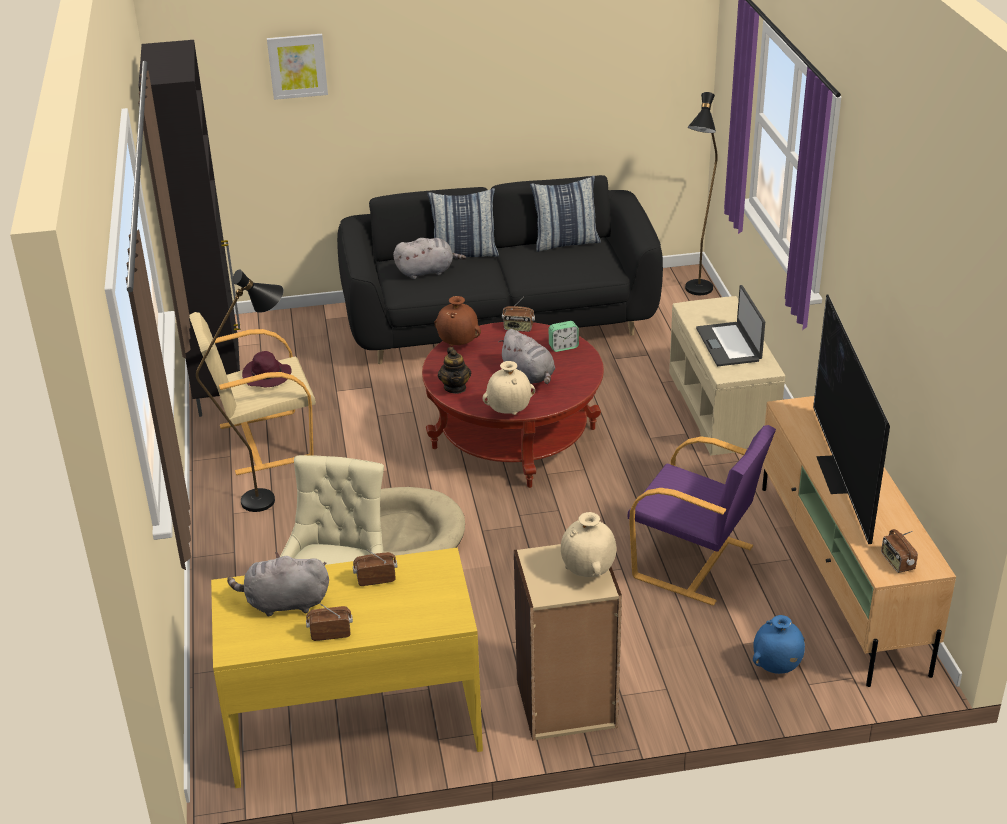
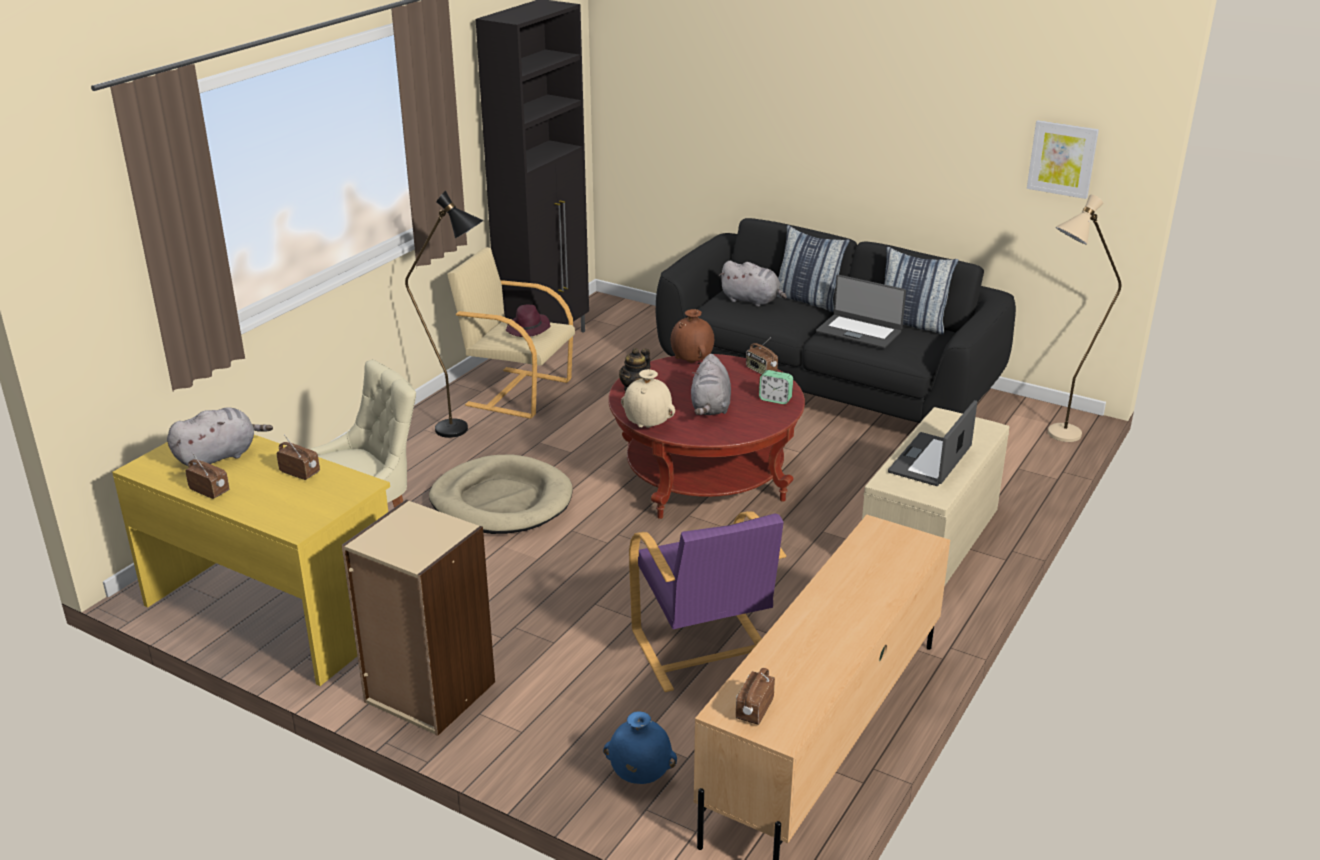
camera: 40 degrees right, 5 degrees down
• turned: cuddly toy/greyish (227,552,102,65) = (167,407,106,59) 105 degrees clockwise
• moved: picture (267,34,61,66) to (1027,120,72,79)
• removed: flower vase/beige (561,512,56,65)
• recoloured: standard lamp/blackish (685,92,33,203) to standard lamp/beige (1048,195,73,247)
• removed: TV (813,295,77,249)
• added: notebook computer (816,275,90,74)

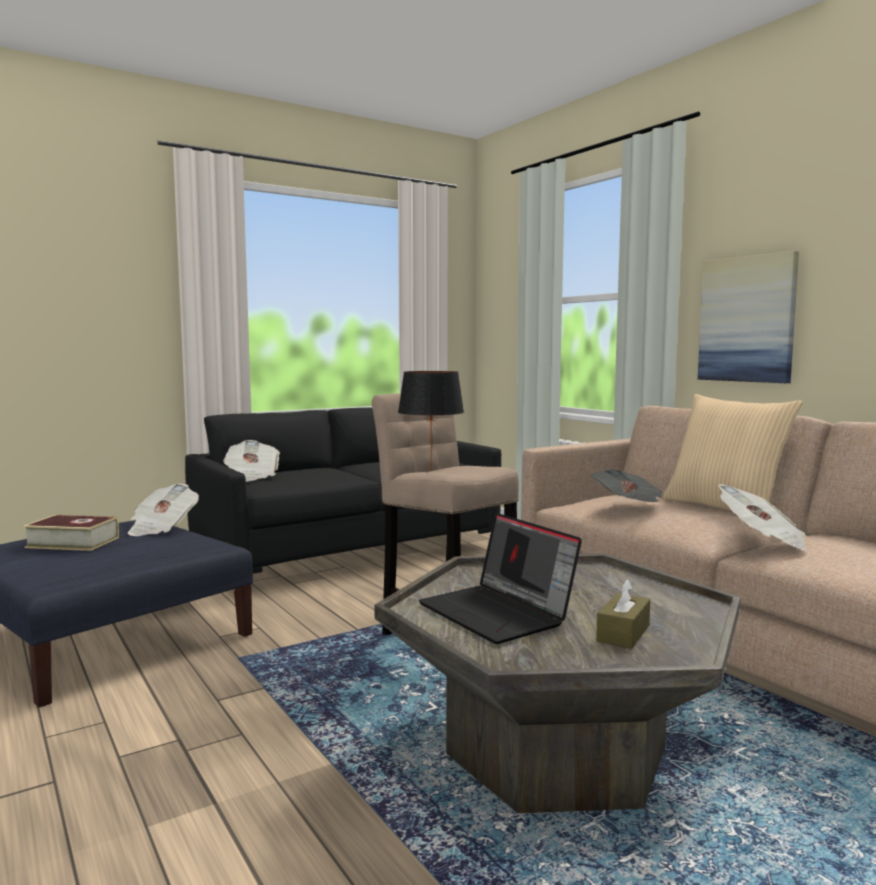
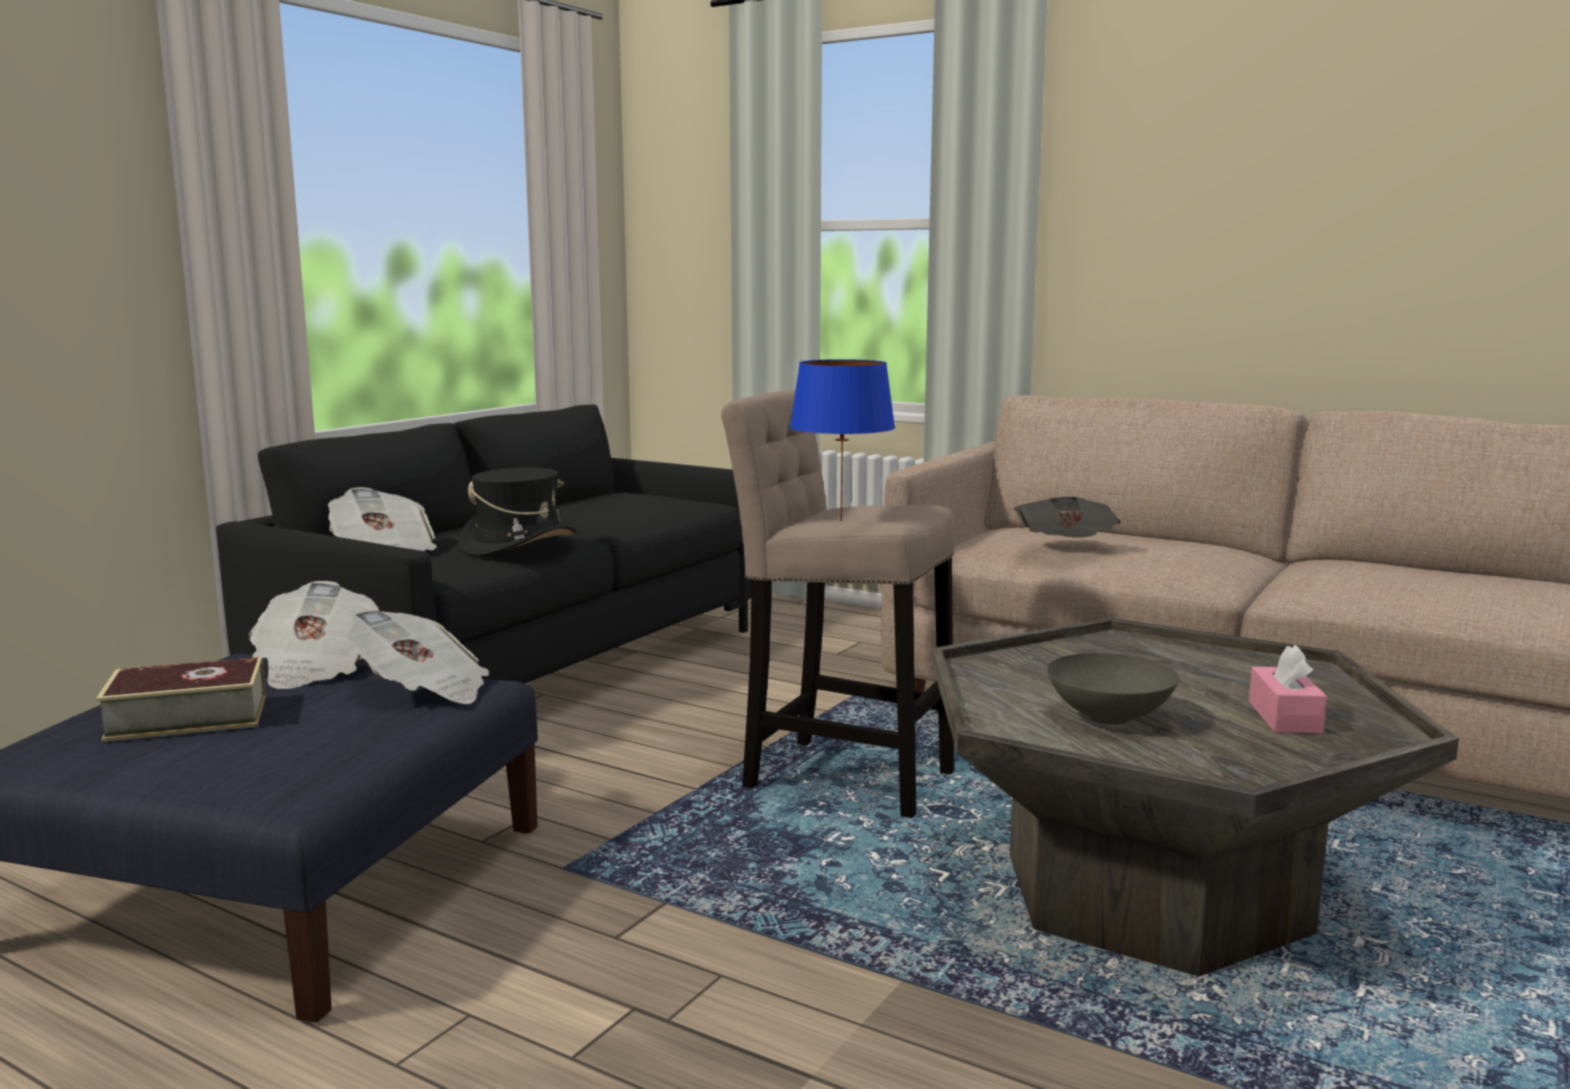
camera: 25 degrees left, 5 degrees up
• recoloured: table lamp/blackish (398,371,66,101) to table lamp/blue-coloured (790,359,105,162)
• replaced: notebook computer (419,513,163,131) to serving bowl/greyish (1047,653,132,72)
• recoloured: tissue holder/brownish (596,579,54,70) to tissue holder/pink (1249,645,78,89)
• removed: cushion/beige (662,394,140,117)
• removed: picture (698,251,101,132)
• moved: newspaper (719,484,87,67) to (347,609,142,95)
• added: wearable hat/blackish (459,468,117,88)

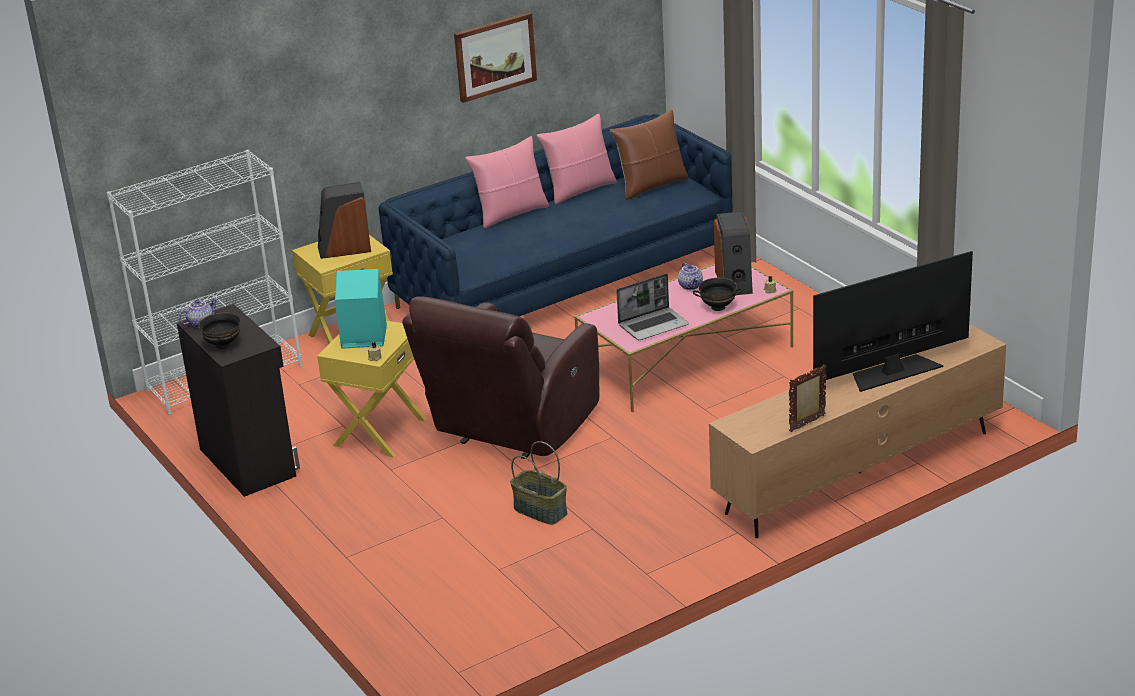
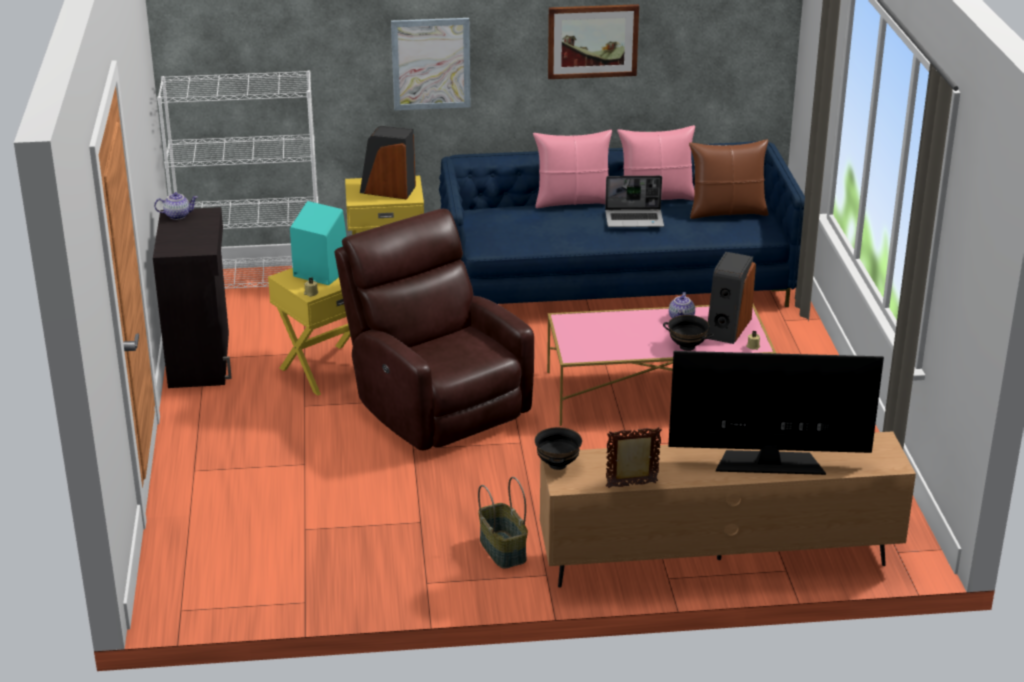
camera: 25 degrees right, 0 degrees up
• moved: serving bowl/blackish (199,313,41,36) to (535,427,47,43)
• turned: armchair/brownish (402,296,197,163) = (334,209,200,241) 90 degrees clockwise
• moved: basket (510,441,58,84) to (478,477,50,91)
• moved: notebook computer (616,273,73,67) to (605,176,59,51)
• added: picture (391,18,79,92)

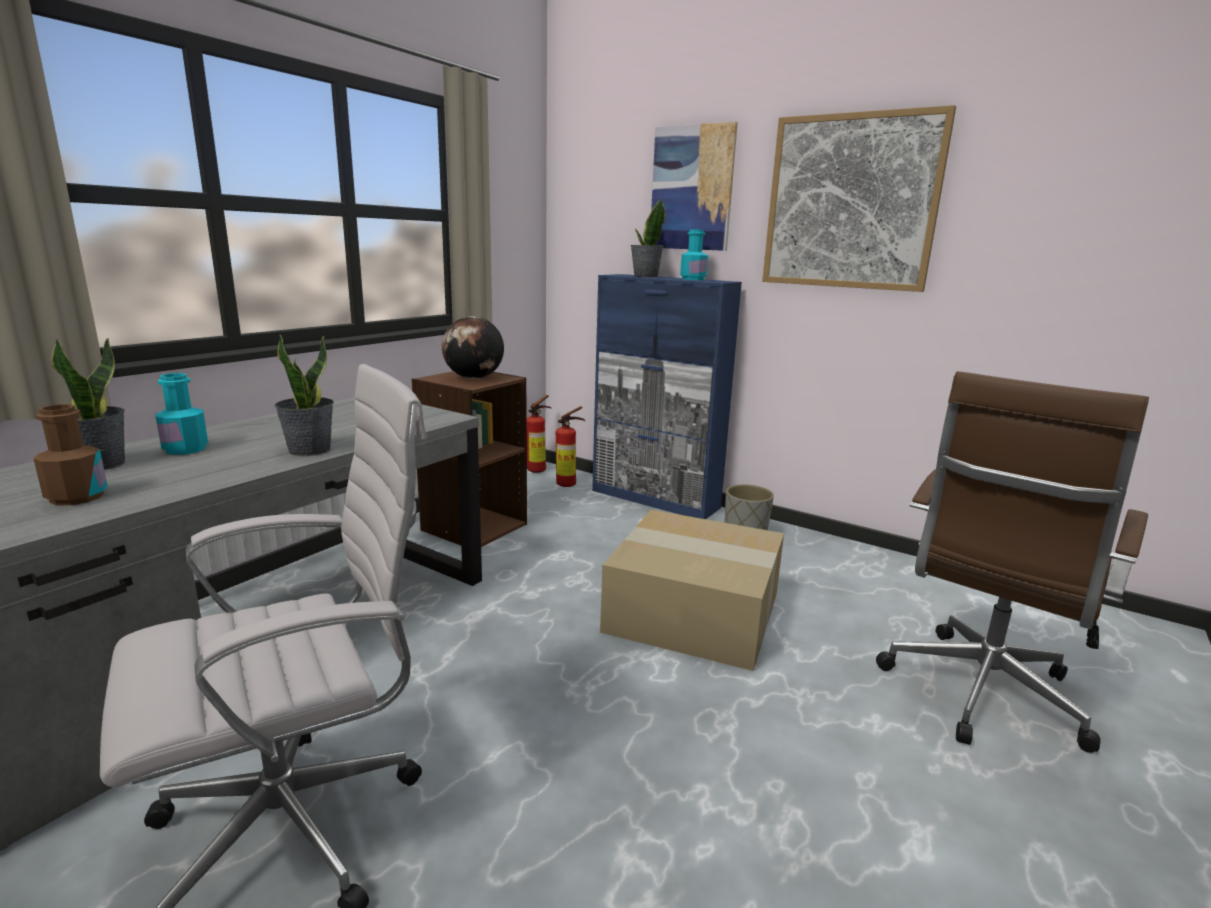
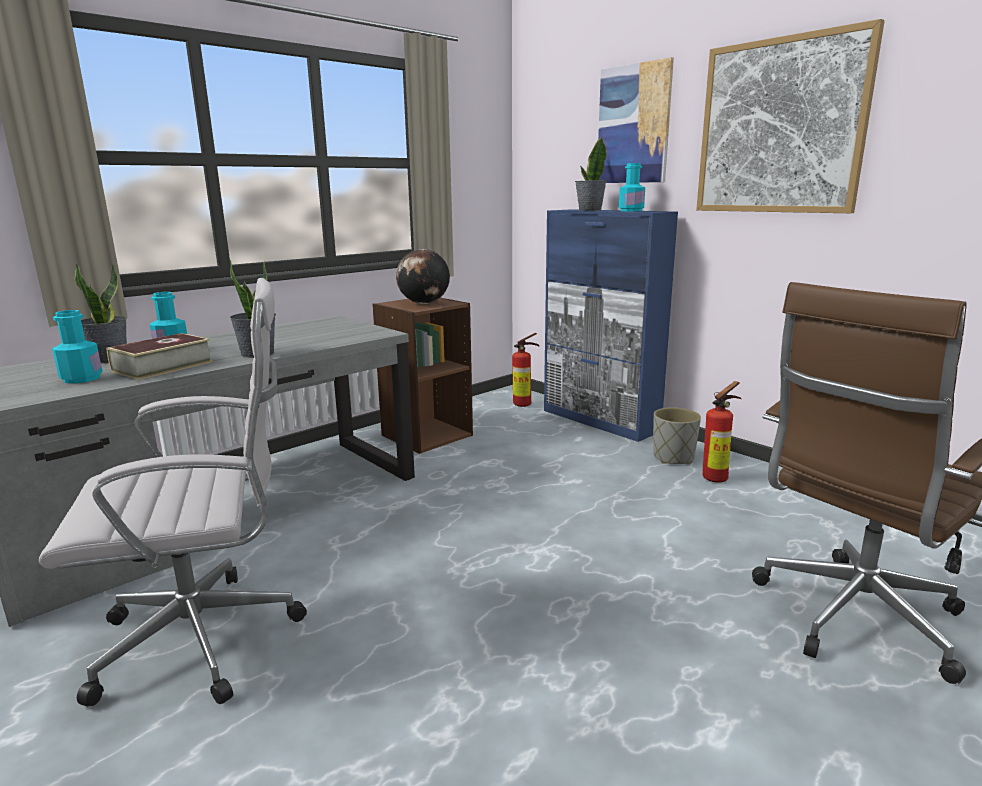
camera: 15 degrees right, 0 degrees up
• recoloured: beverage bottle/brownish (33,404,75,101) to beverage bottle/turquoise (52,310,51,74)
• moved: fire extinguisher (527,395,25,78) to (703,381,39,102)
• removed: cardboard box (600,510,184,161)
• added: volume (106,333,107,47)

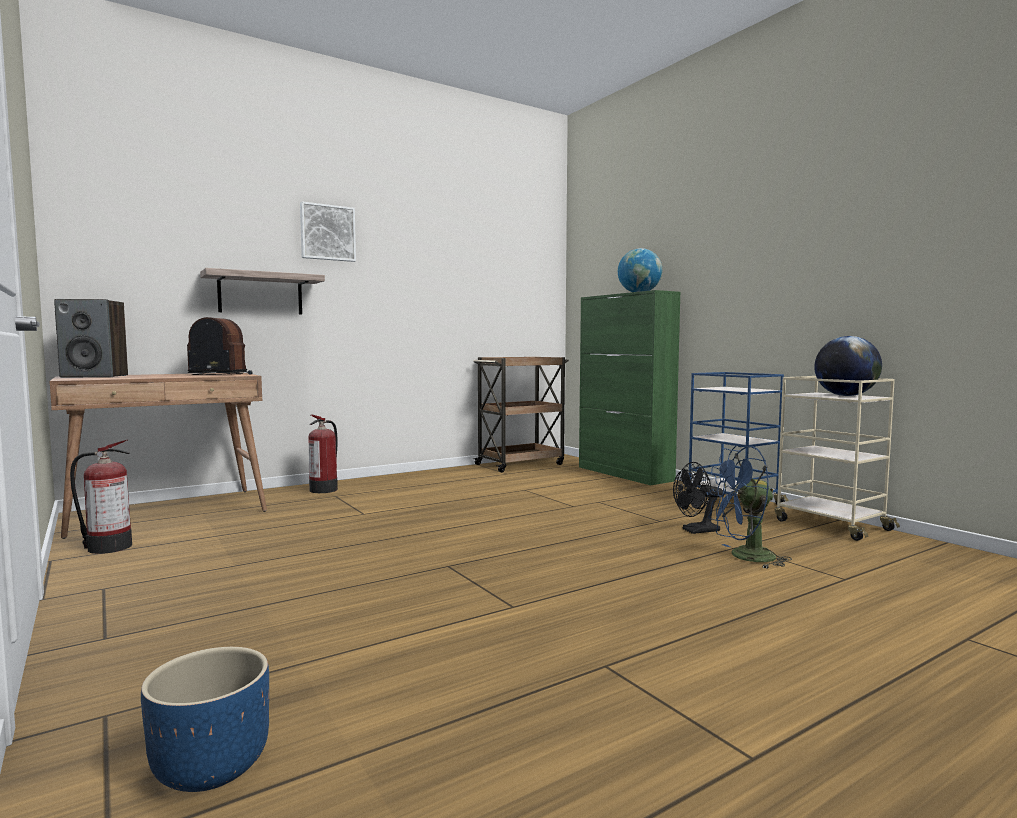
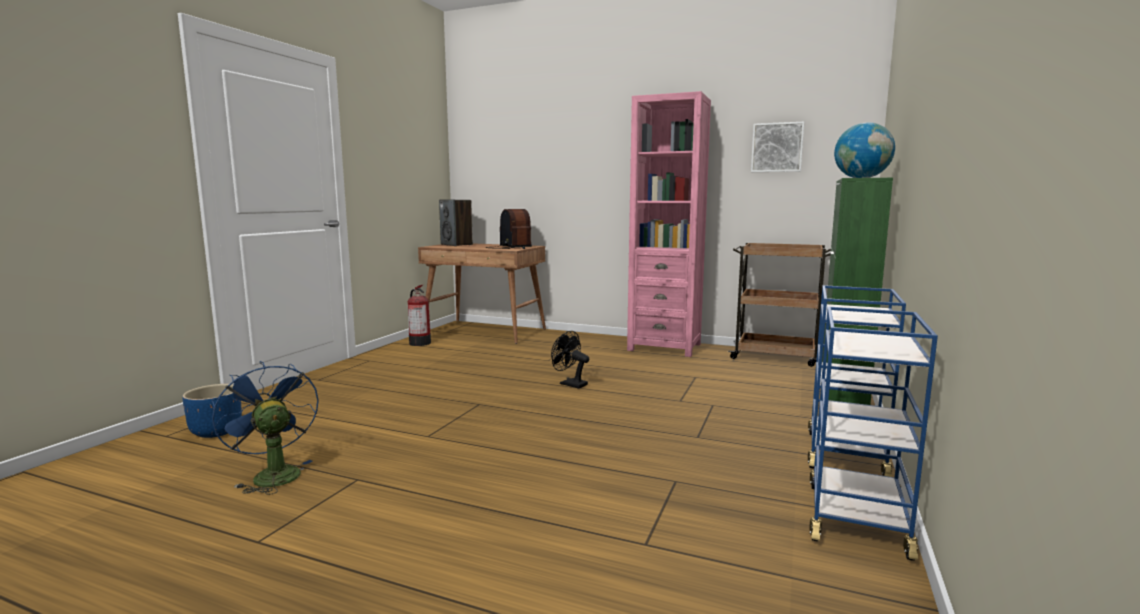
camera: 55 degrees right, 5 degrees up
• removed: wall shelf (200,268,125,47)
• moved: picture (300,202,56,60) to (751,122,53,50)
• removed: fire extinguisher (308,414,30,79)
• moved: electric fan/blackish (673,462,50,72) to (551,331,38,58)
• moved: electric fan/blue-coloured (707,444,85,125) to (212,361,107,134)
• recoloured: cart/beige (775,376,125,165) to cart/blue-coloured (809,307,129,254)
• removed: globe (814,336,68,60)
• added: bookcase/pink (627,91,84,266)

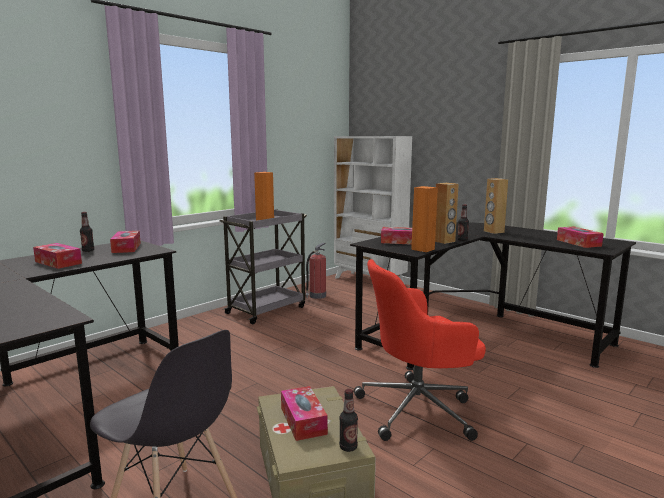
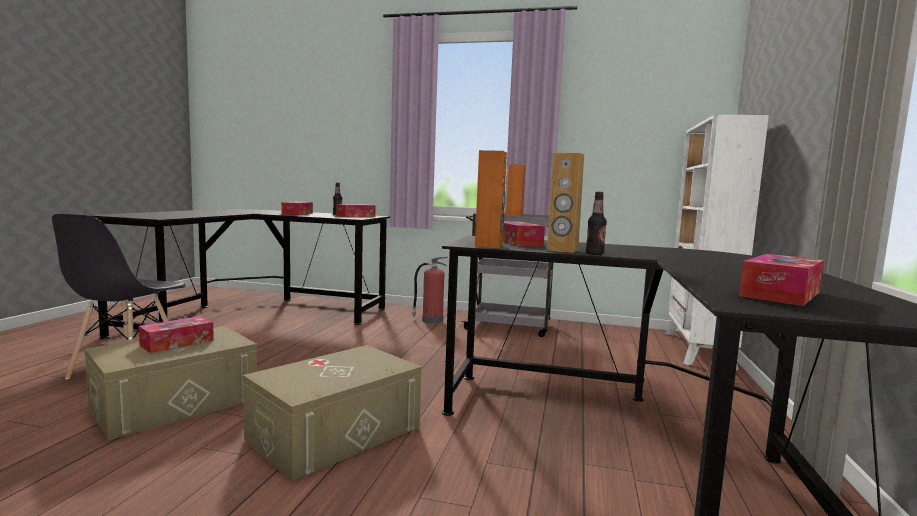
camera: 60 degrees right, 5 degrees down
• moved: fire extinguisher (306,243,20,56) to (412,256,35,68)
• removed: beverage bottle (339,389,19,63)
• replaced: office chair/red (354,259,132,182) to storage box/beige (243,345,178,136)
• removed: speaker/brownish (484,178,24,56)

